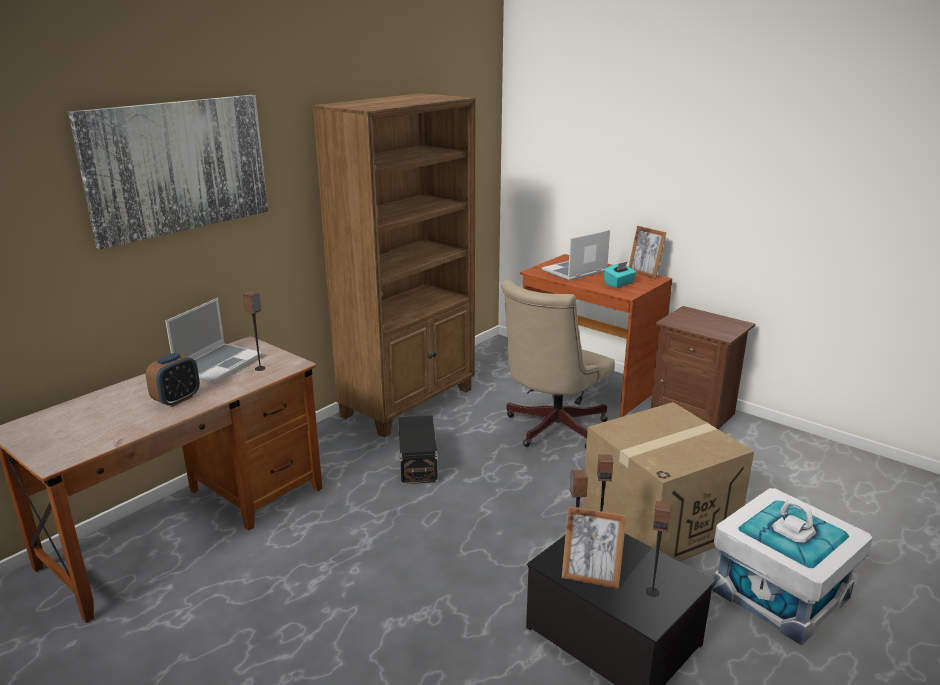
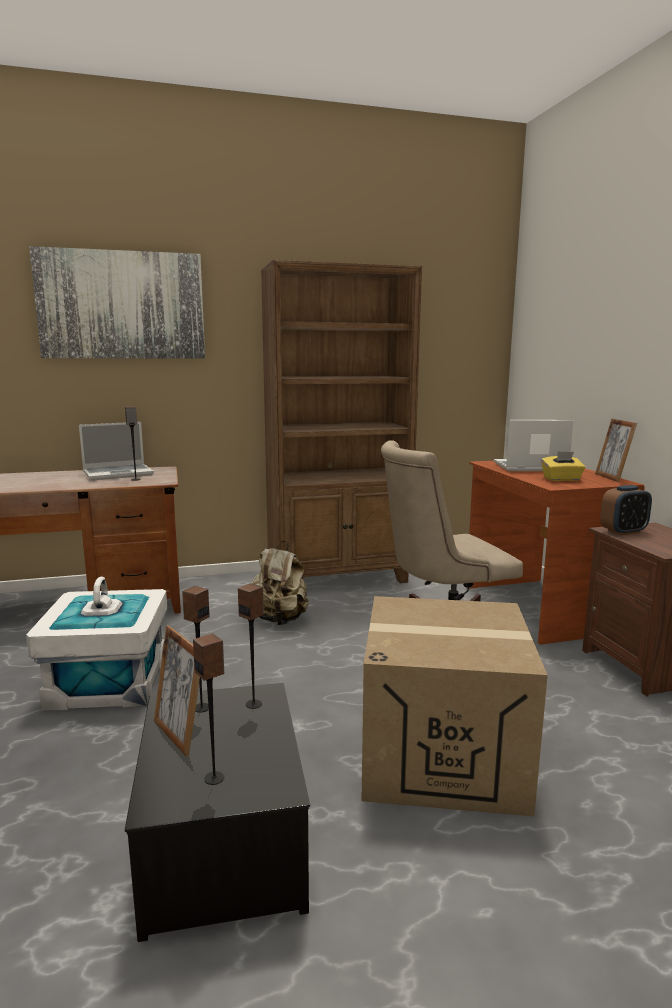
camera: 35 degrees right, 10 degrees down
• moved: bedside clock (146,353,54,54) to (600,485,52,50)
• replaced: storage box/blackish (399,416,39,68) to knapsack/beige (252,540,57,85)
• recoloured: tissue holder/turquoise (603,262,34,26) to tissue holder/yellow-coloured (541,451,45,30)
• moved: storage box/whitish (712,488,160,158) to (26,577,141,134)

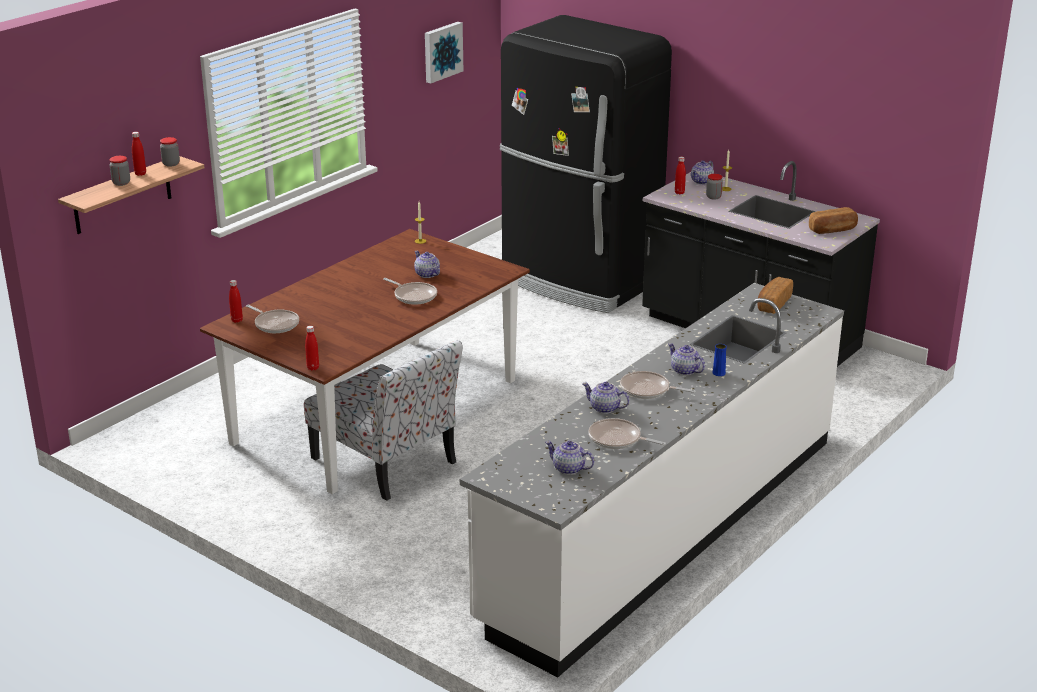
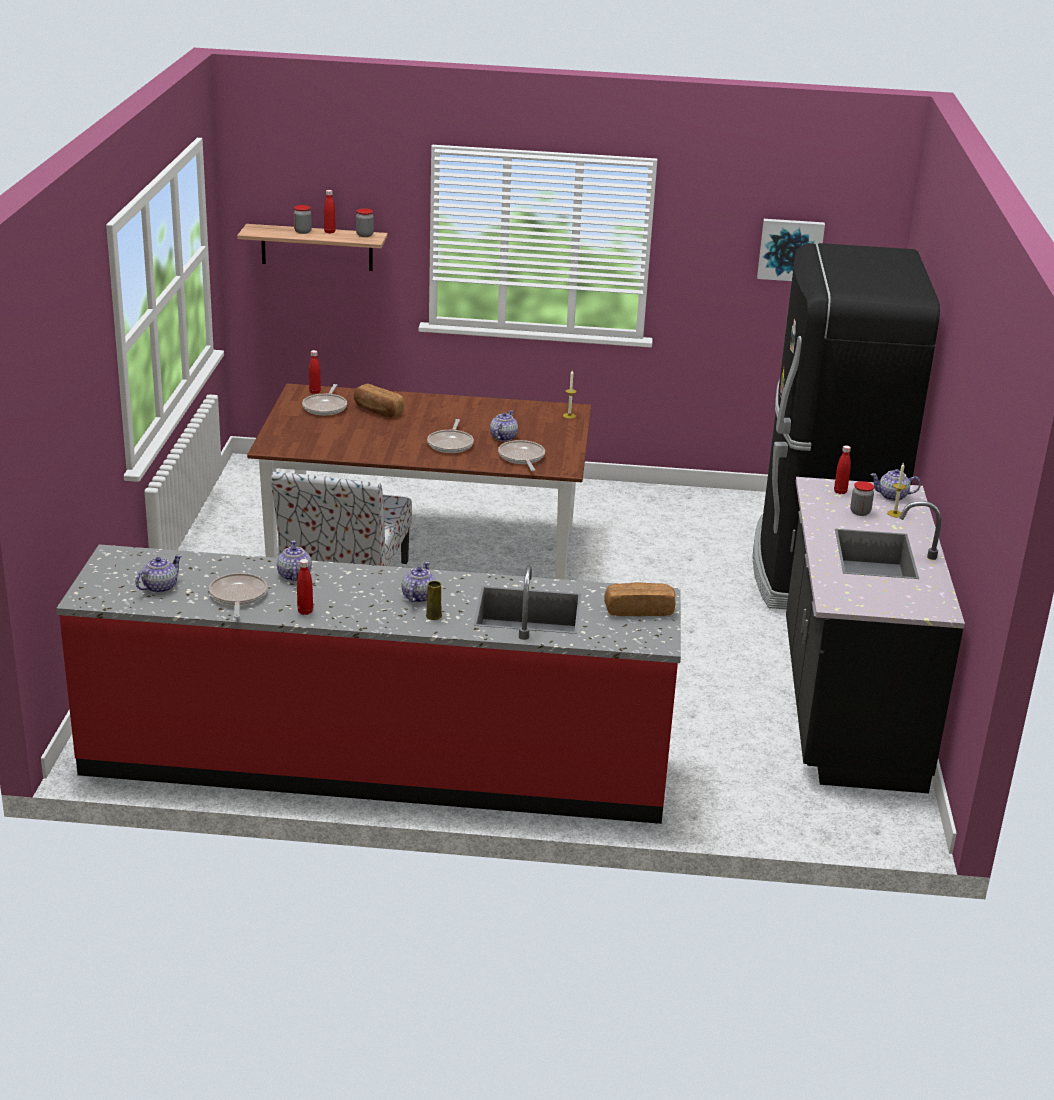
camera: 55 degrees right, 0 degrees up
• moved: beverage bottle/red (305,326,14,45) to (297,559,16,56)
• recoloured: kitchen counter/whitish (460,283,384,394) to kitchen counter/red (56,544,625,280)
• turned: tea pot (545,441,50,34) = (135,555,47,38) 45 degrees clockwise
• moved: frying pan (620,371,75,28) to (498,440,47,31)
• recoloured: flower vase/blue-coloured (712,344,15,32) to flower vase/yellow-coloured (426,581,16,39)
• moved: baked bread (809,207,49,27) to (354,384,50,34)

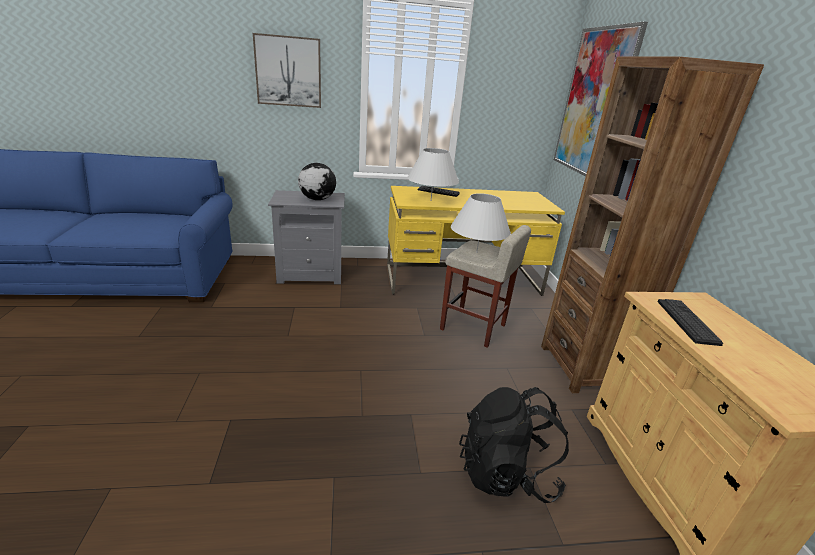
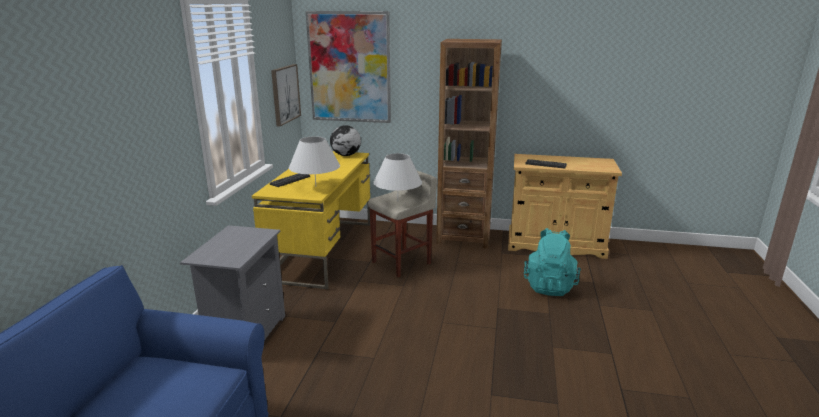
camera: 70 degrees left, 5 degrees down
• moved: picture (253,33,68,75) to (271,64,30,63)
• moved: globe (298,163,38,37) to (330,125,31,31)
• recoloured: knapsack/blackish (459,387,110,116) to knapsack/turquoise (524,228,57,68)

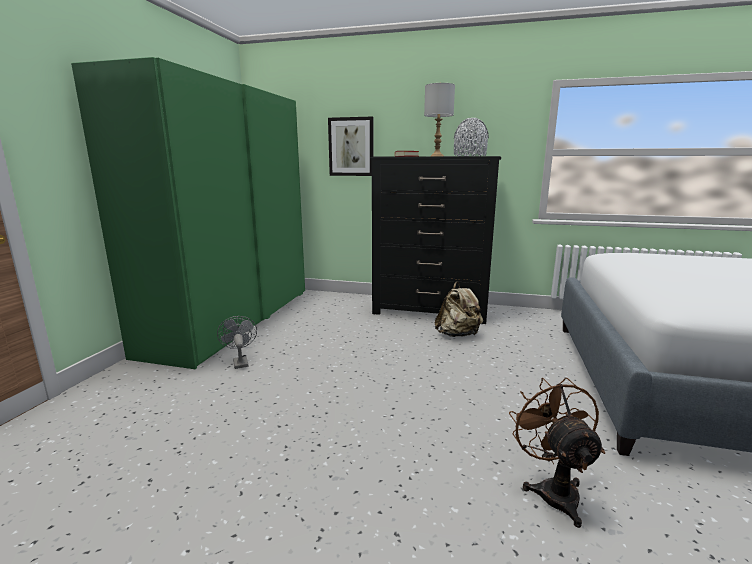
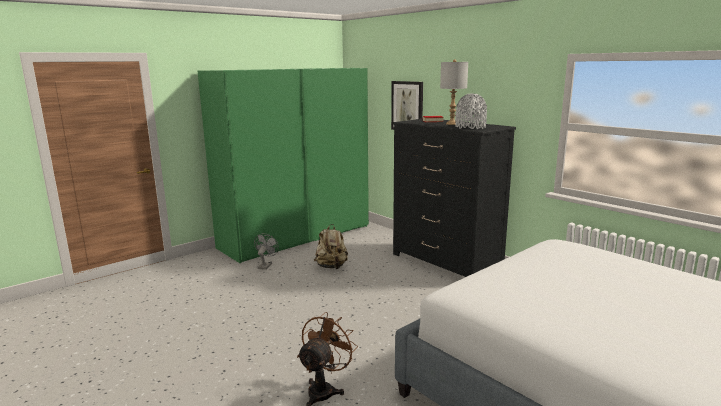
camera: 35 degrees right, 0 degrees up
• moved: knapsack/beige (435,282,48,55) to (314,224,34,45)

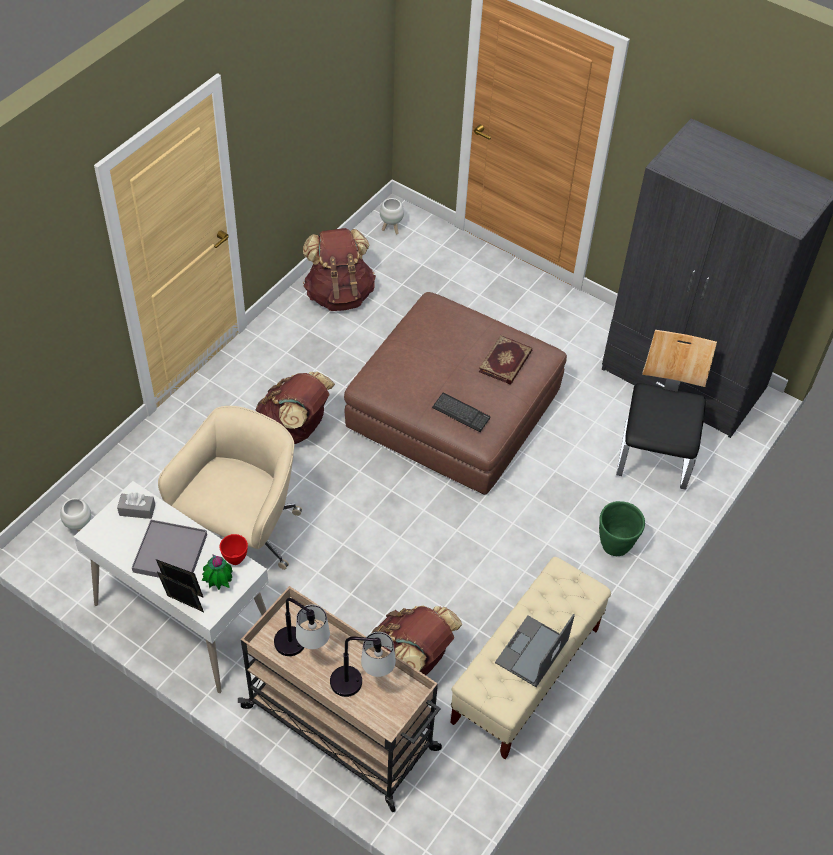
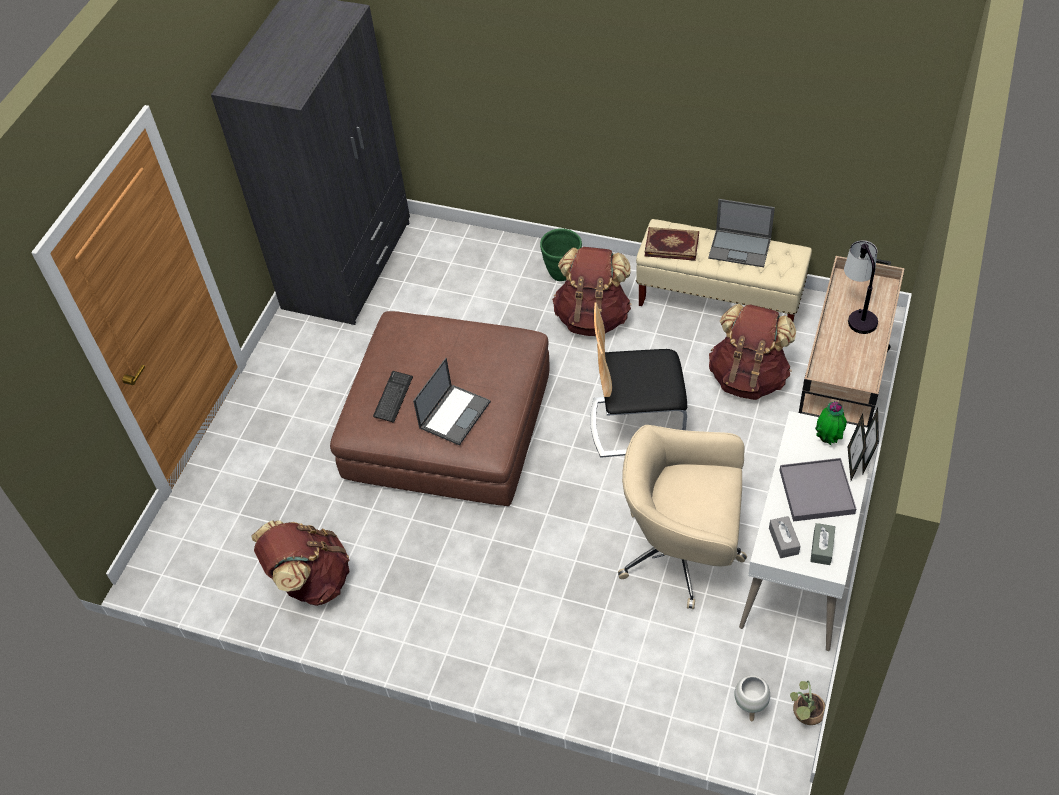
camera: 100 degrees left, 0 degrees up
• removed: serving bowl/red (220,534,28,31)
• moved: knapsack/brownish (255,371,80,73) to (552,247,80,89)
• removed: table lamp (274,598,56,58)
• removed: plant pot/whitish (380,198,24,36)
• moved: PC keyboard (432,393,58,39) to (373,371,40,52)
• moved: volume (479,335,53,50) to (645,227,54,34)
• moved: upright chair (616,330,101,160) to (591,303,96,155)
• added: notebook computer (413,358,78,88)
• added: plant in a pot (790,680,35,45)
• added: tissue holder/greyish (810,523,25,42)

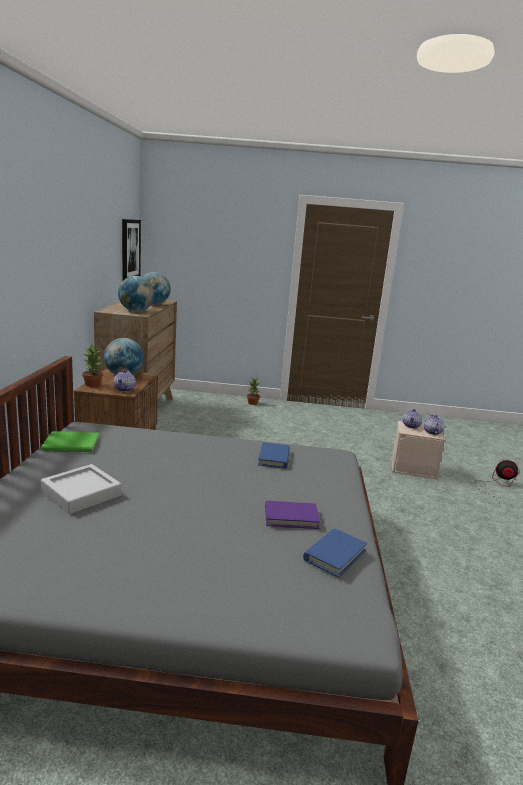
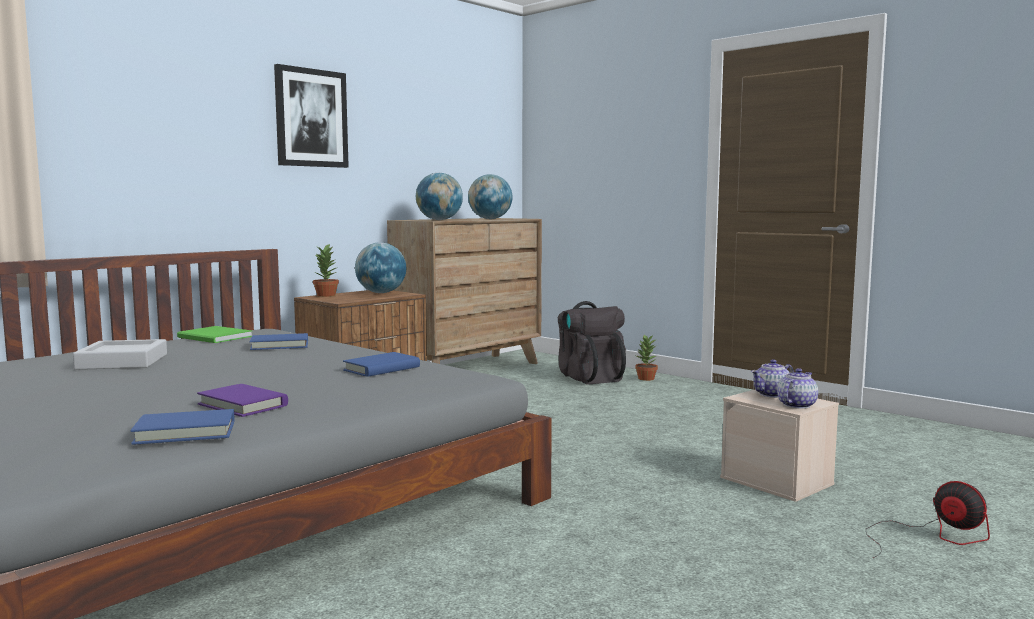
camera: 40 degrees right, 10 degrees down
• removed: tea pot (114,370,22,22)
• moved: picture (122,219,19,62) to (274,64,75,104)
• added: volume/blue-coloured (250,333,58,17)
• added: knapsack/blackish (558,301,68,83)

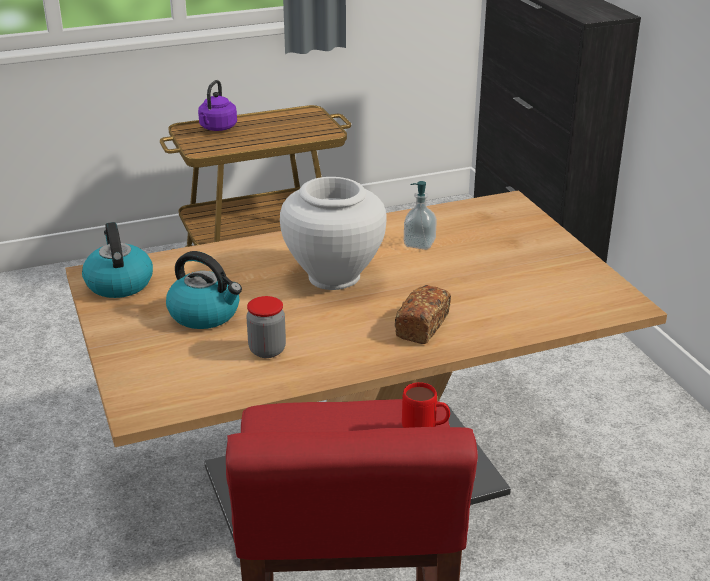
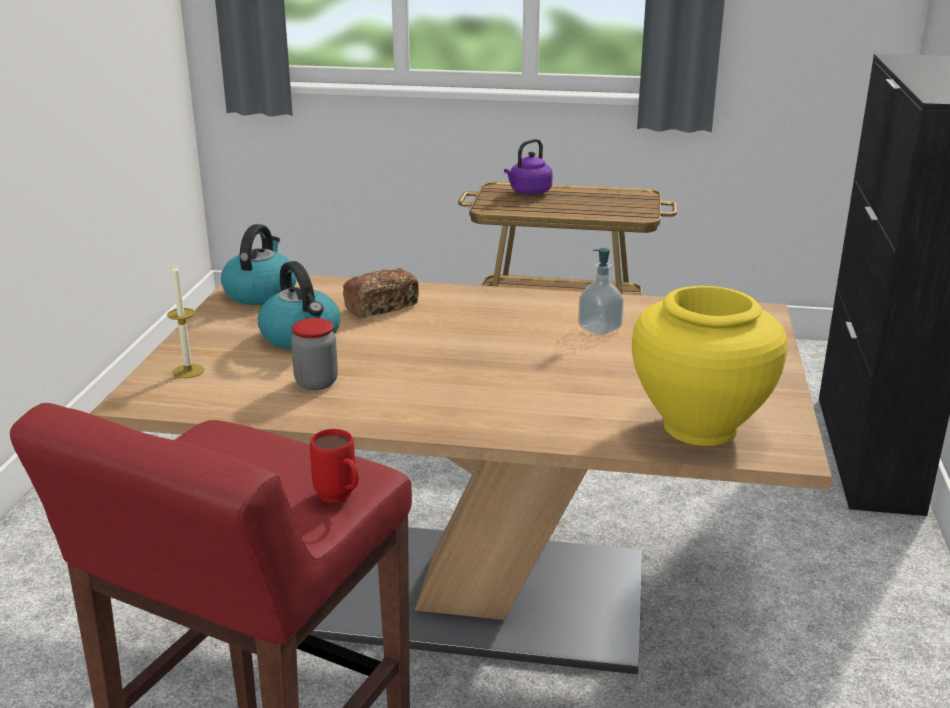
camera: 30 degrees right, 5 degrees down
• removed: flower vase/whitish (280,177,107,113)
• moved: baked bread (395,285,56,59) to (343,268,76,50)
• added: candle (167,263,37,115)
• added: flower vase/yellow-coloured (632,286,155,160)

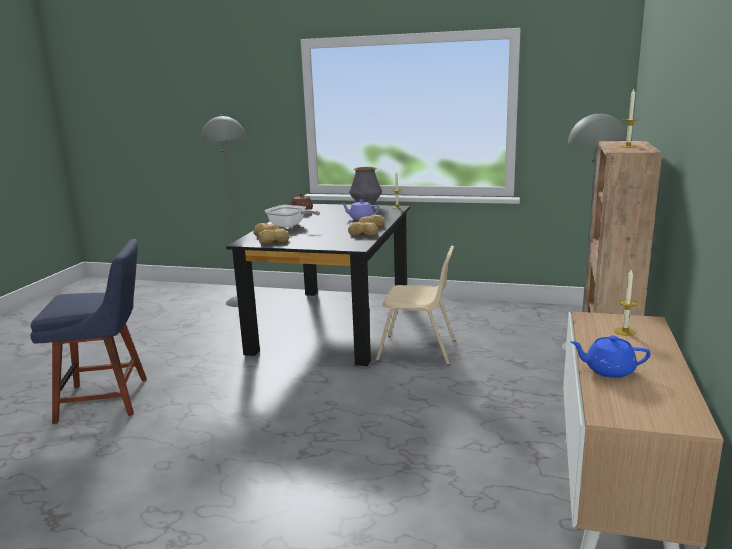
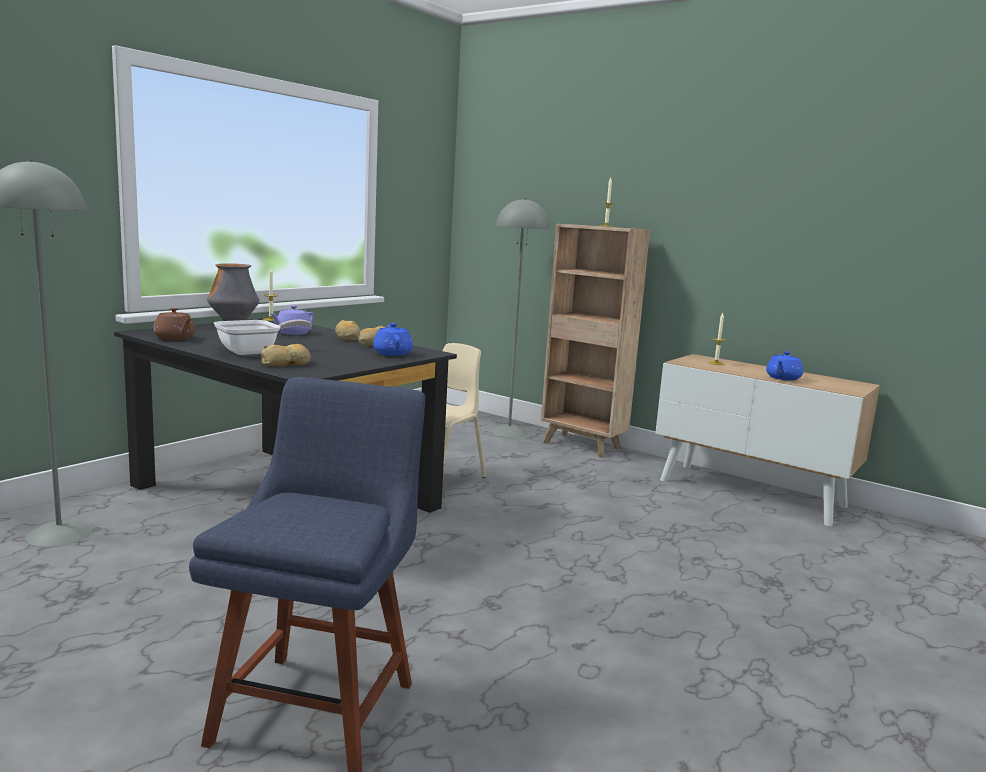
camera: 70 degrees left, 5 degrees down
• removed: baked bread (258,229,32,15)
• added: tea pot/blue-coloured (373,323,40,33)

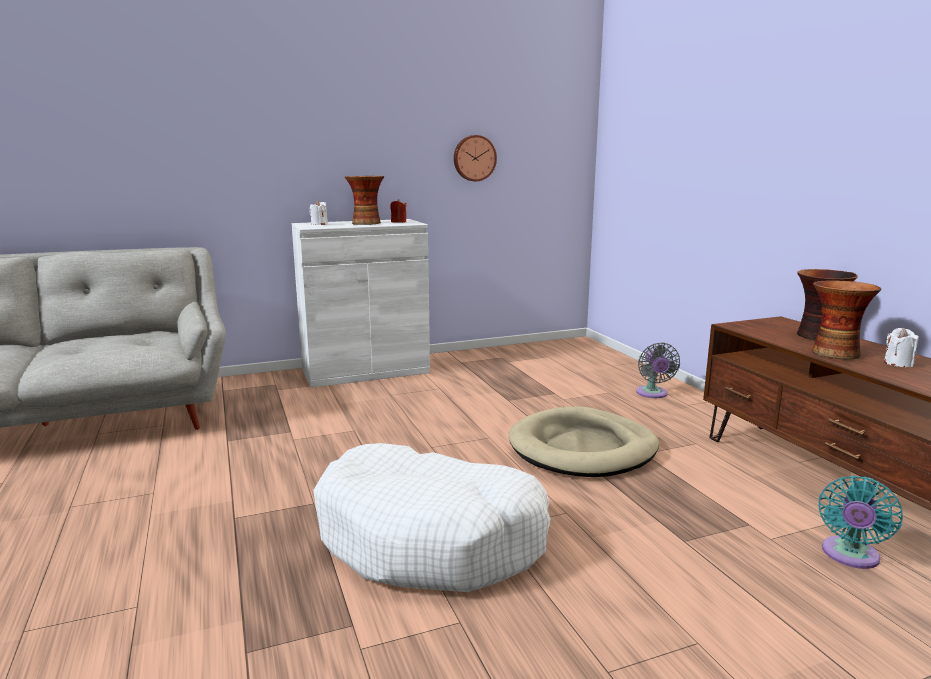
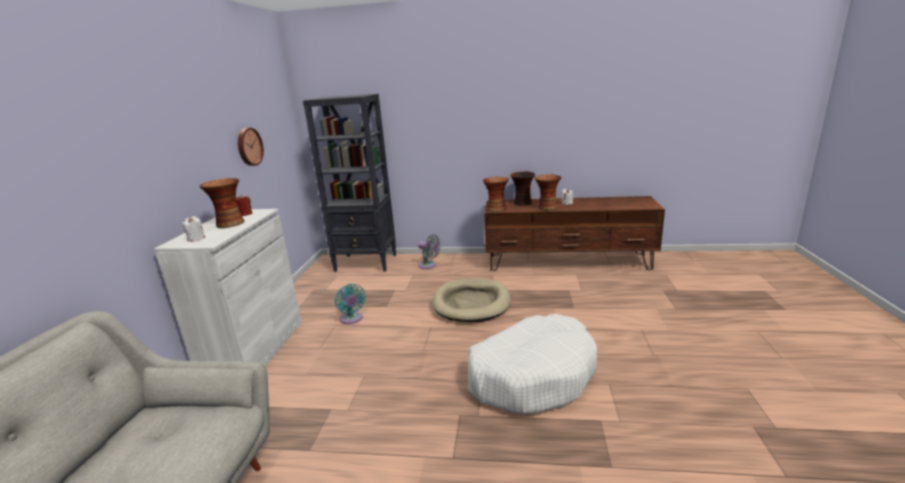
camera: 60 degrees left, 5 degrees up
• moved: electric fan/turquoise (819,476,84,93) to (335,284,31,40)
• added: bookcase/blackish (303,94,93,178)
• added: flower vase (483,177,26,35)

